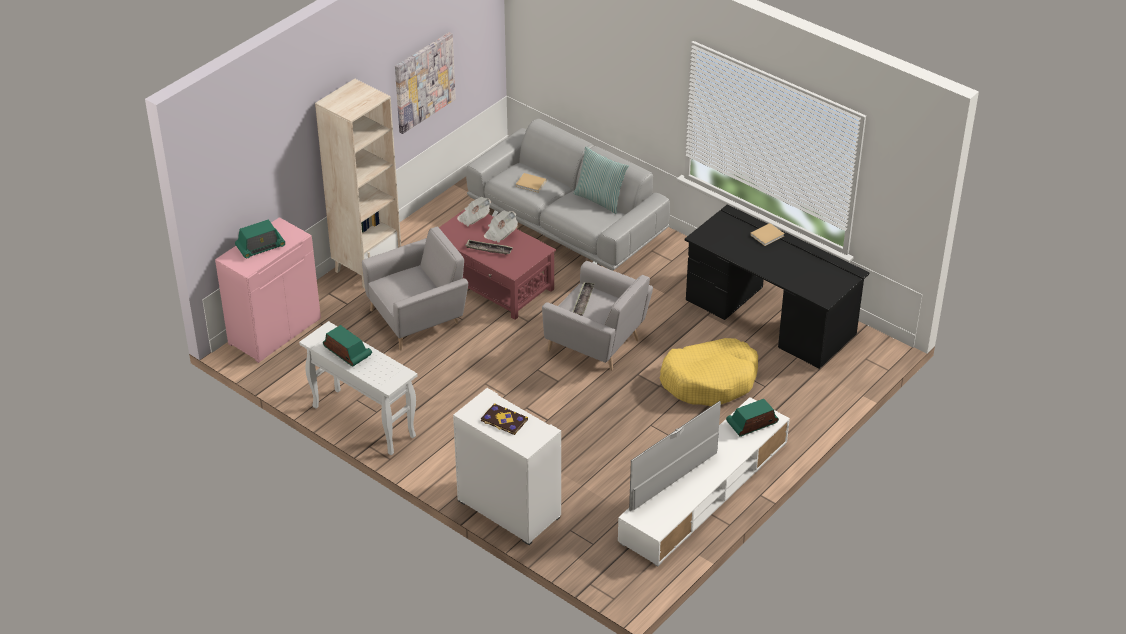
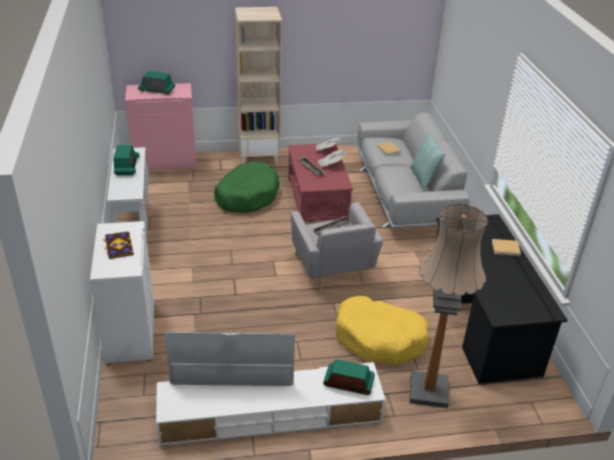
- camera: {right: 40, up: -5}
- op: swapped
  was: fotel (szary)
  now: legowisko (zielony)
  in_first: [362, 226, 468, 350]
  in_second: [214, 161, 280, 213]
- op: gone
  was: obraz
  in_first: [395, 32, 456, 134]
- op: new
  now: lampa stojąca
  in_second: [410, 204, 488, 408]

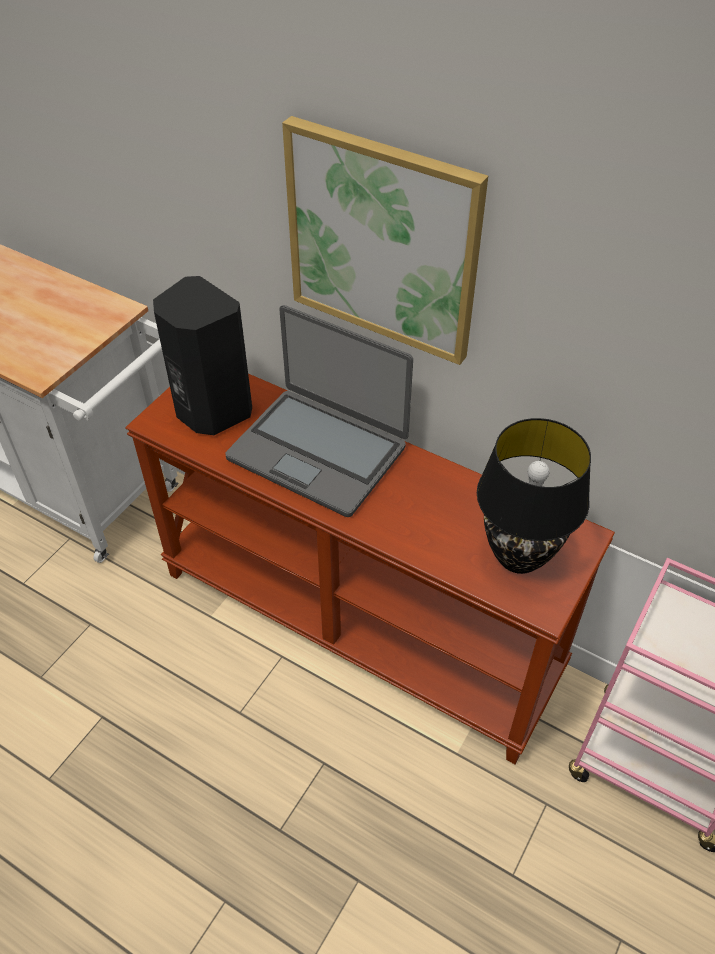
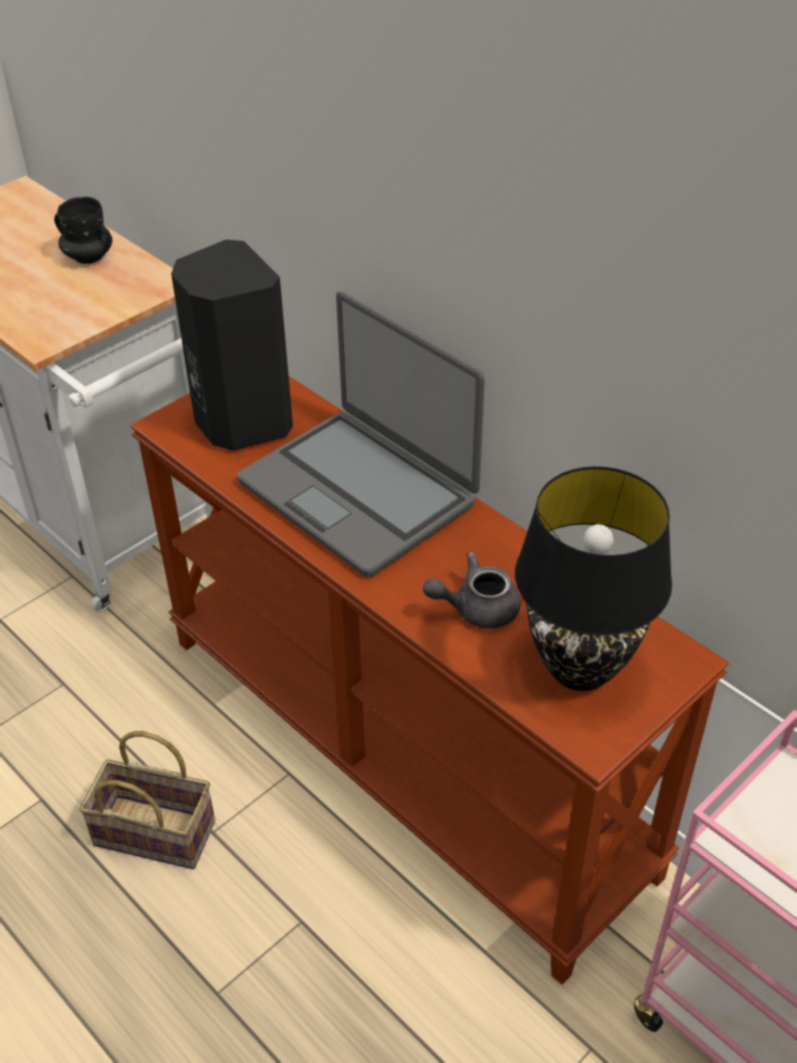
- camera: {right: 15, up: -5}
- op: gone
  was: obraz
  in_first: [282, 116, 488, 365]
- op: new
  now: kubek (czarny)
  in_second: [54, 197, 112, 264]
- op: new
  now: koszyk
  in_second: [79, 731, 215, 869]
- op: new
  now: imbryk (szary)
  in_second: [423, 552, 521, 629]

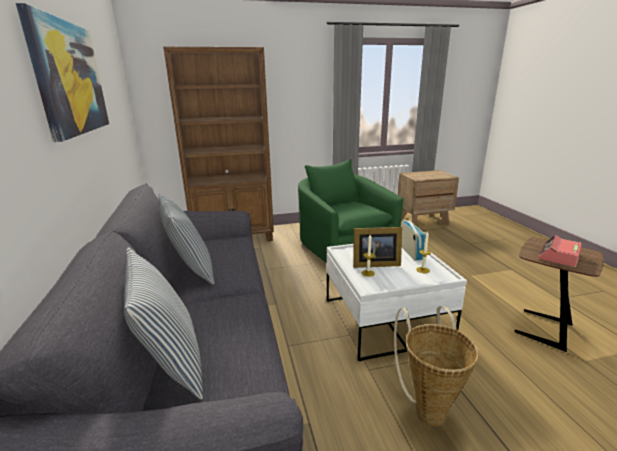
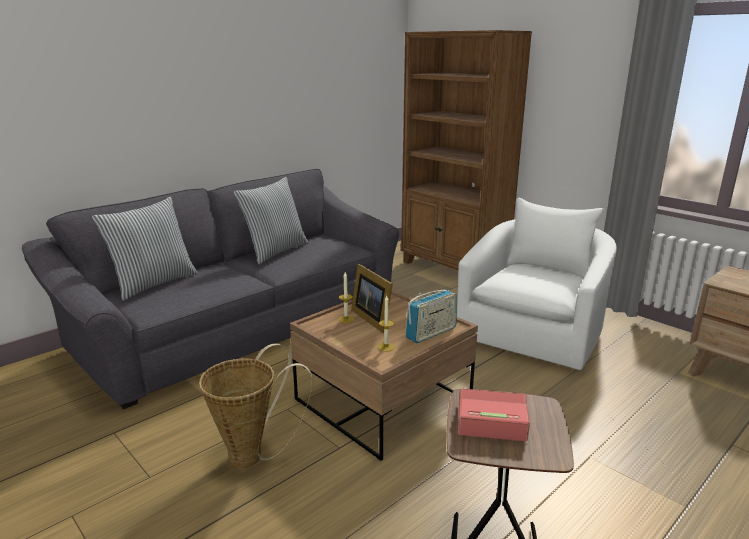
- camera: {right: 60, up: 0}
- op: gone
  was: obraz
  in_first: [16, 3, 109, 142]
- op: repainted
  was: fotel (zielony)
  now: fotel (biały)
  in_first: [298, 159, 404, 263]
  in_second: [457, 198, 617, 370]
- op: repainted
  was: ława (biały)
  now: ława (brązowy)
  in_first: [327, 244, 467, 361]
  in_second: [290, 290, 478, 461]

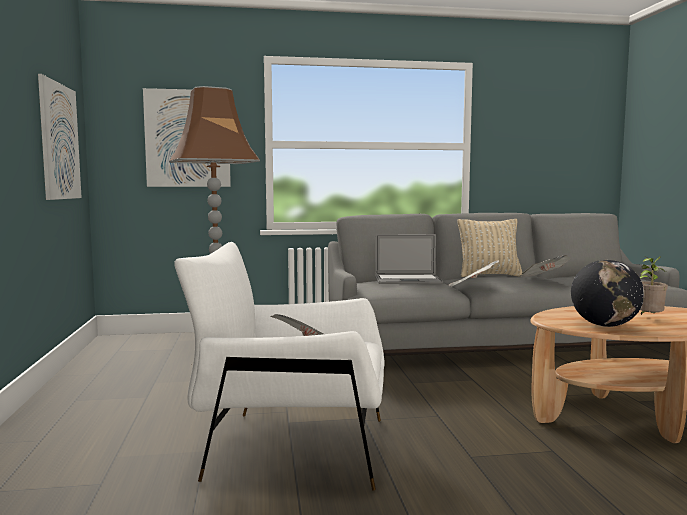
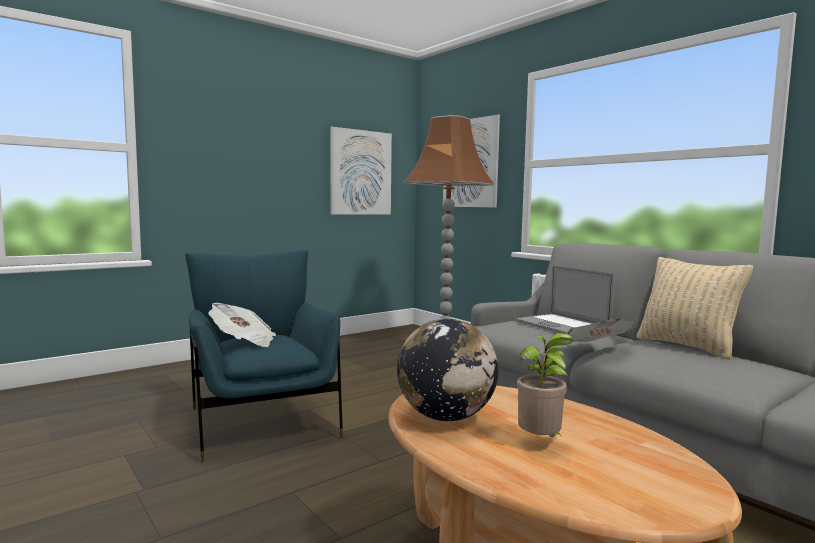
- camera: {right: 60, up: 0}
- op: repainted
  was: fotel (biały)
  now: fotel (niebieski)
  in_first: [174, 242, 385, 491]
  in_second: [185, 250, 343, 463]
- op: gone
  was: gazeta
  in_first: [519, 255, 571, 277]

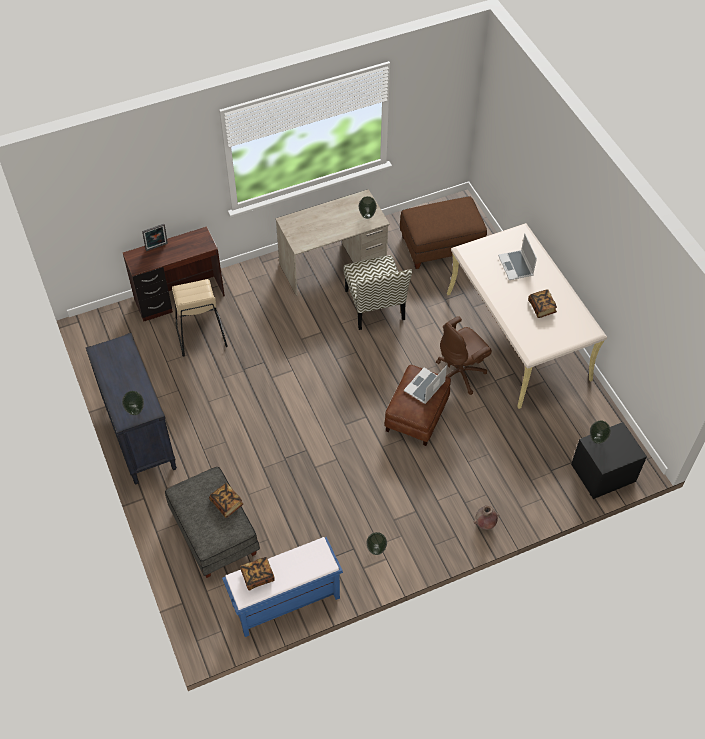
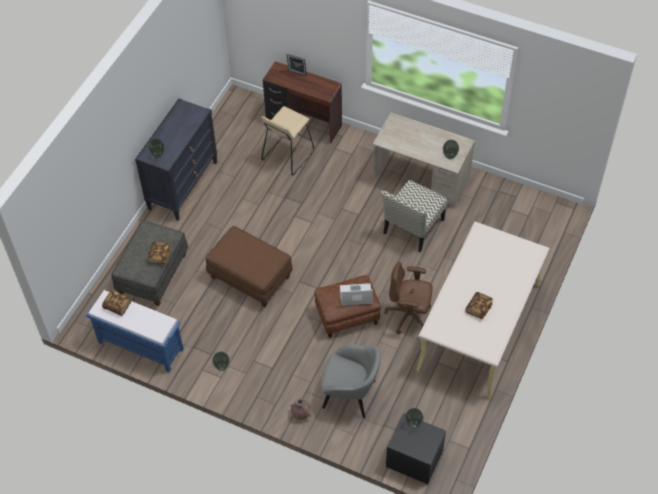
- camera: {right: 50, up: 0}
- op: shifted
  was: pufa (brązowy)
  in_first: [400, 197, 487, 269]
  in_second: [206, 226, 293, 307]
- op: gone
  was: laptop
  in_first: [498, 233, 537, 280]
- op: new
  now: fotel (szary)
  in_second: [321, 344, 381, 418]

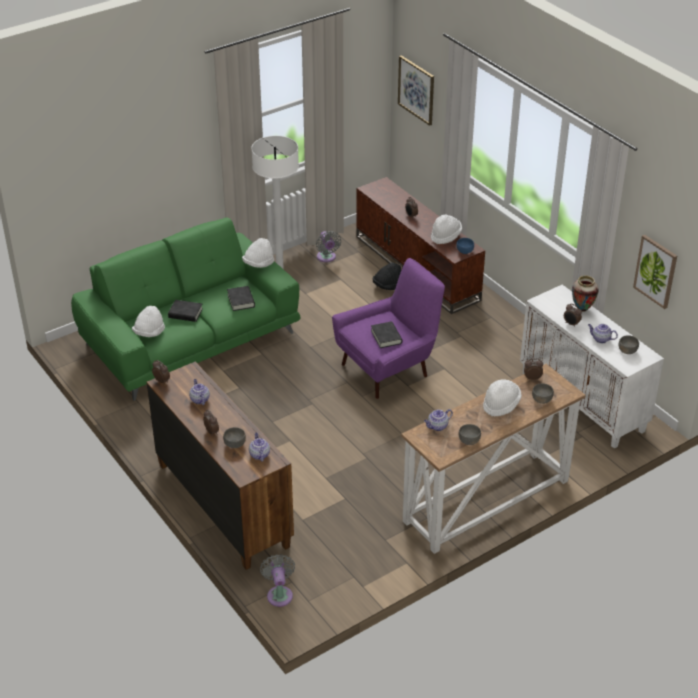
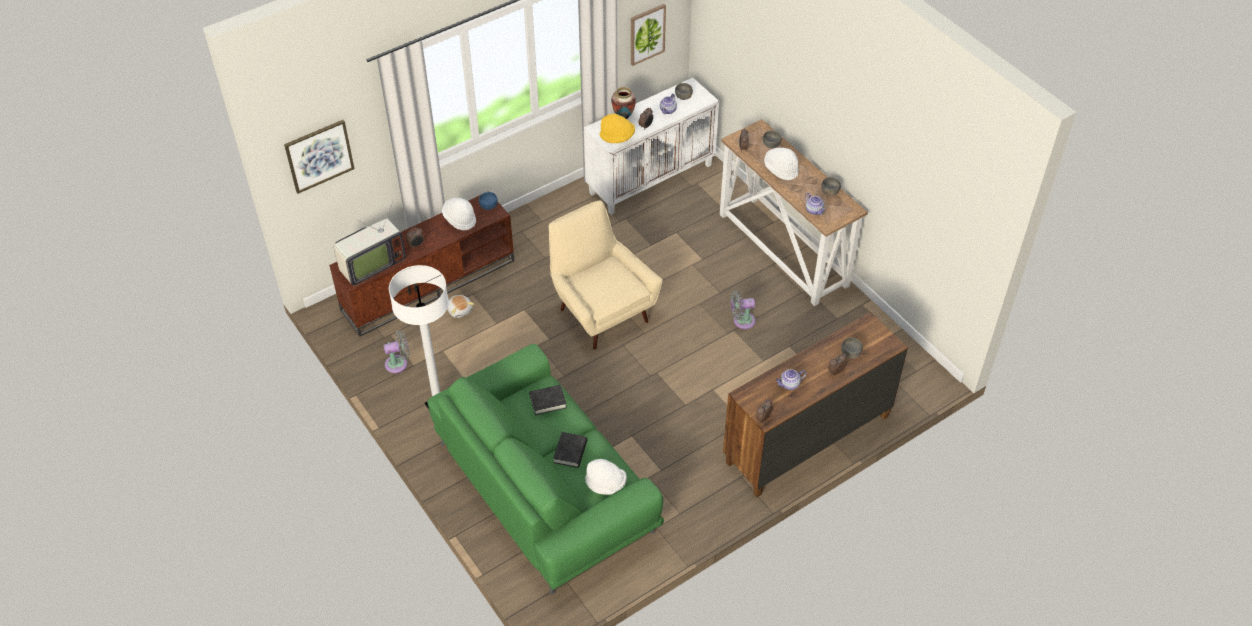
- camera: {right: -90, up: 10}
- op: gone
  was: kapelusz (biały)
  in_first: [242, 238, 274, 268]
- op: gone
  was: imbryk
  in_first: [249, 433, 270, 462]
- op: shifted
  was: wentylator (szary)
  in_first: [260, 554, 295, 607]
  in_second: [730, 290, 756, 329]
- op: repainted
  was: fotel (fioletowy)
  now: fotel (beżowy)
  in_first: [332, 258, 445, 399]
  in_second: [549, 200, 662, 350]
- op: gone
  was: książka (czarny)
  in_first: [371, 321, 402, 348]
- op: swapped
  was: kapelusz (czarny)
  now: pluszak
  in_first: [373, 263, 401, 290]
  in_second: [447, 295, 474, 318]
- op: new
  now: telewizor
  in_second: [334, 200, 406, 286]
- op: new
  now: kapelusz (żółty)
  in_second: [599, 114, 635, 143]

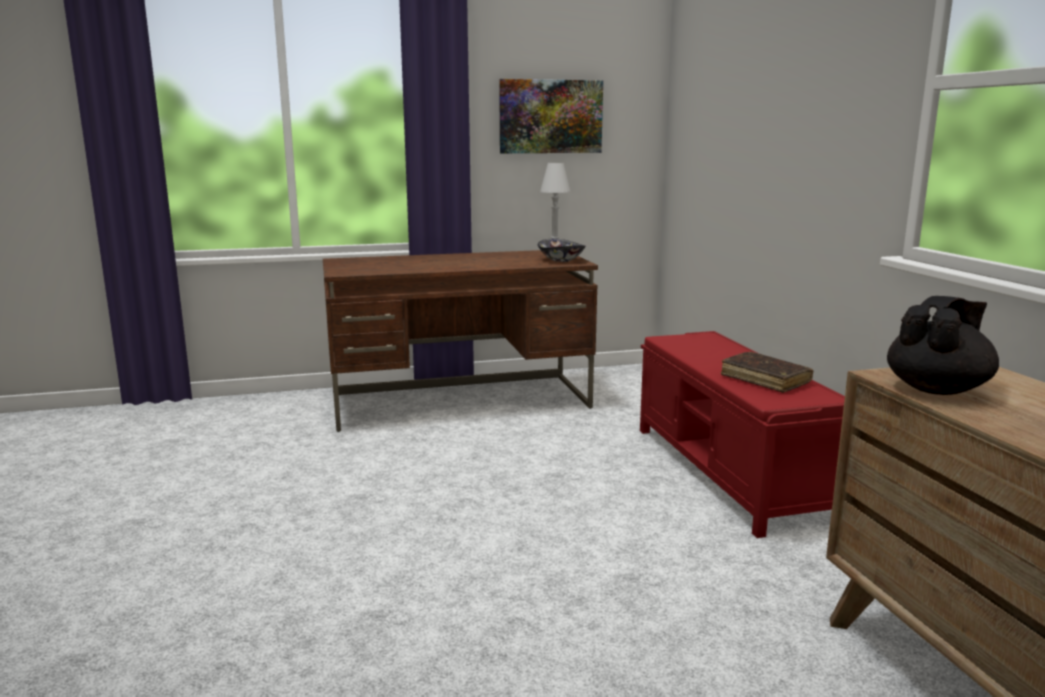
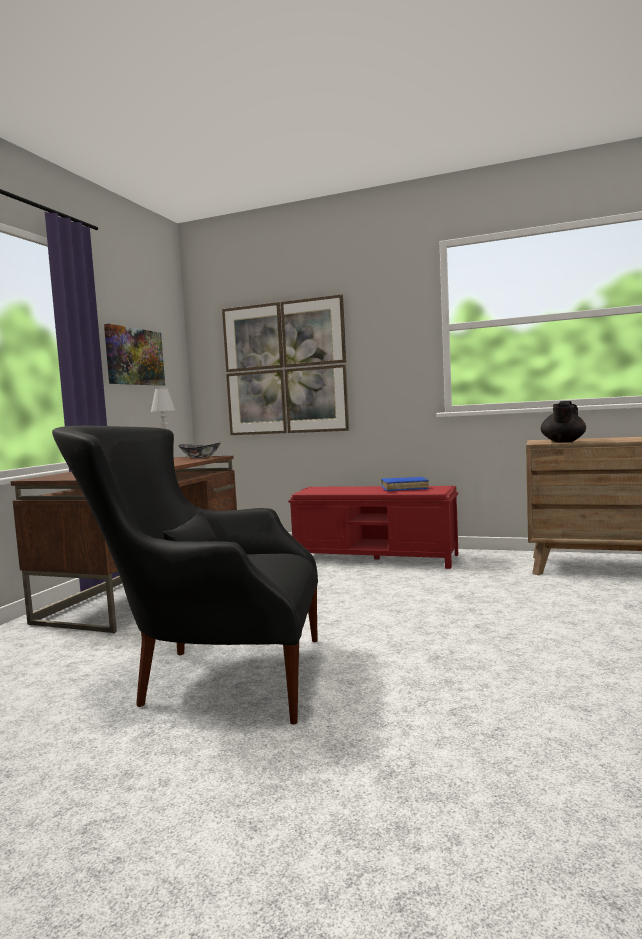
- camera: {right: -55, up: -10}
- op: repainted
  was: książka (brązowy)
  now: książka (niebieski)
  in_first: [721, 352, 813, 393]
  in_second: [381, 477, 429, 491]
- op: rotated
  was: imbryk (czarny)
  in_first: [887, 296, 999, 395]
  in_second: [541, 401, 586, 442]
  clockwise: -150
- op: new
  now: fotel (czarny)
  in_second: [52, 426, 318, 724]
- op: new
  now: obraz
  in_second: [222, 294, 349, 435]

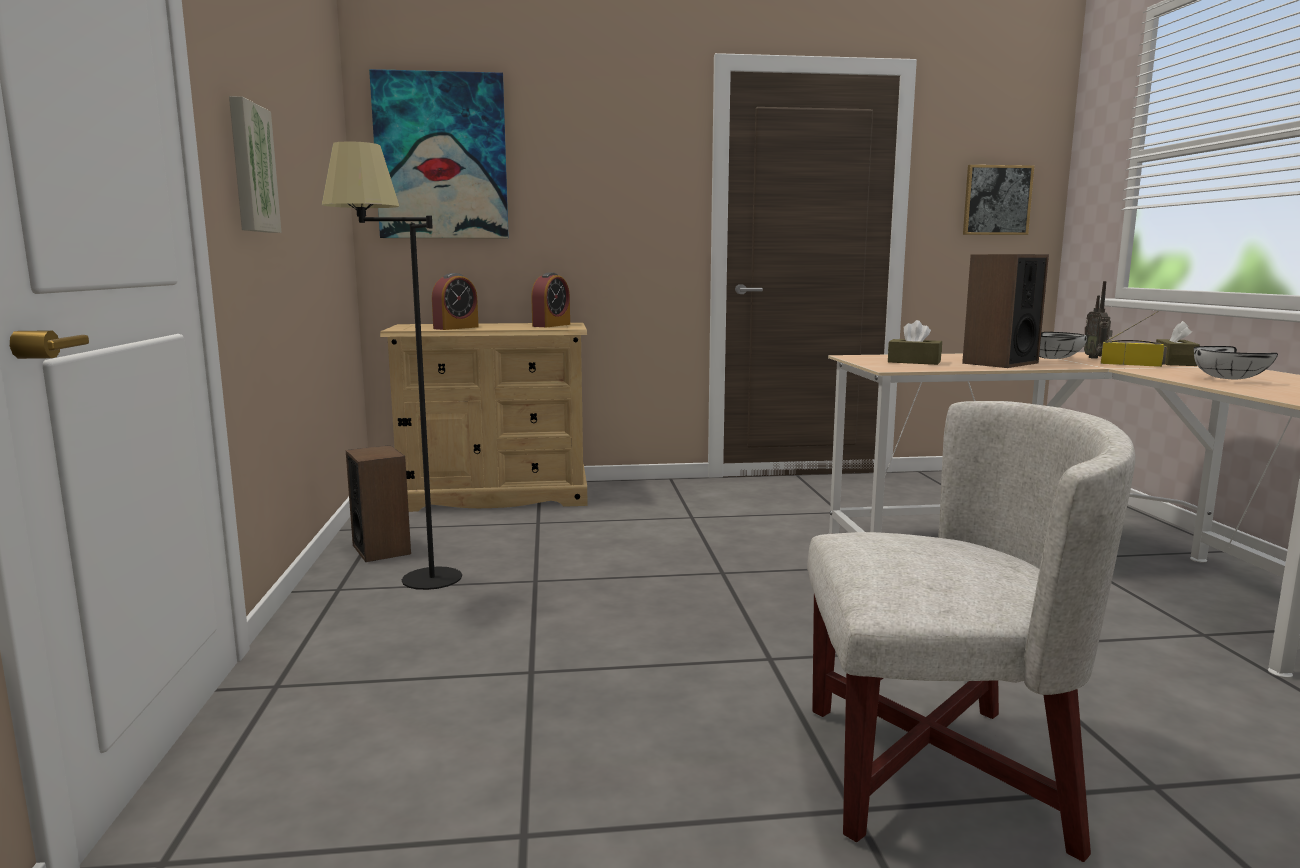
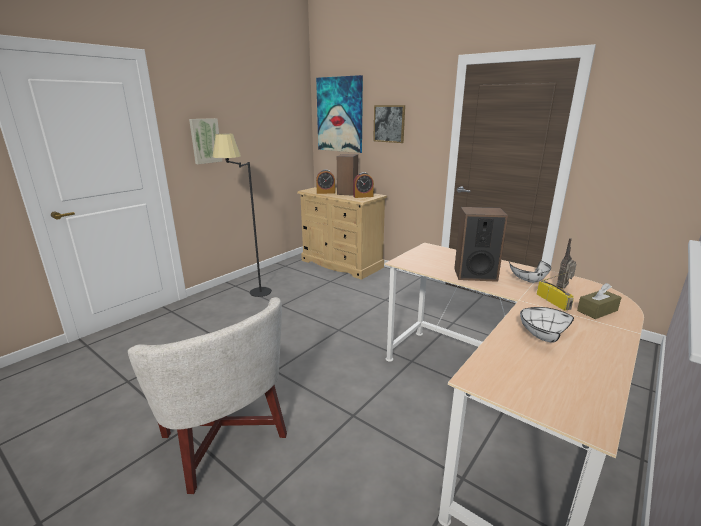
- camera: {right: 45, up: 10}
- op: shifted
  was: głośnik
  in_first: [346, 445, 411, 562]
  in_second: [337, 154, 358, 196]
- op: gone
  was: pudełko chusteczek (brązowy)
  in_first: [888, 320, 942, 365]
- op: shifted
  was: obraz
  in_first: [963, 165, 1034, 235]
  in_second: [373, 105, 405, 143]

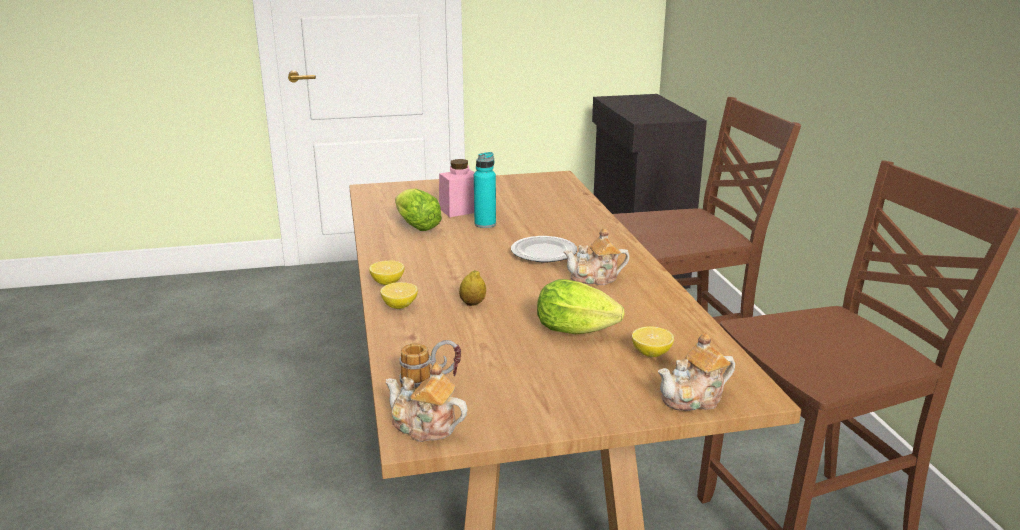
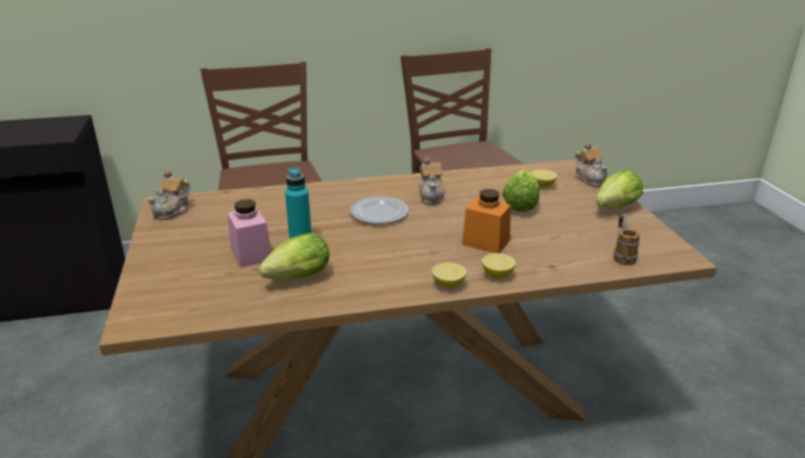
- camera: {right: -90, up: 5}
- op: shifted
  was: imbryk
  in_first: [386, 363, 468, 442]
  in_second: [147, 170, 190, 220]
- op: swapped
  was: cytryna
  now: słoik (pomarańczowy)
  in_first: [459, 270, 486, 306]
  in_second: [462, 189, 511, 253]
- op: new
  now: sałata
  in_second: [596, 170, 643, 209]

